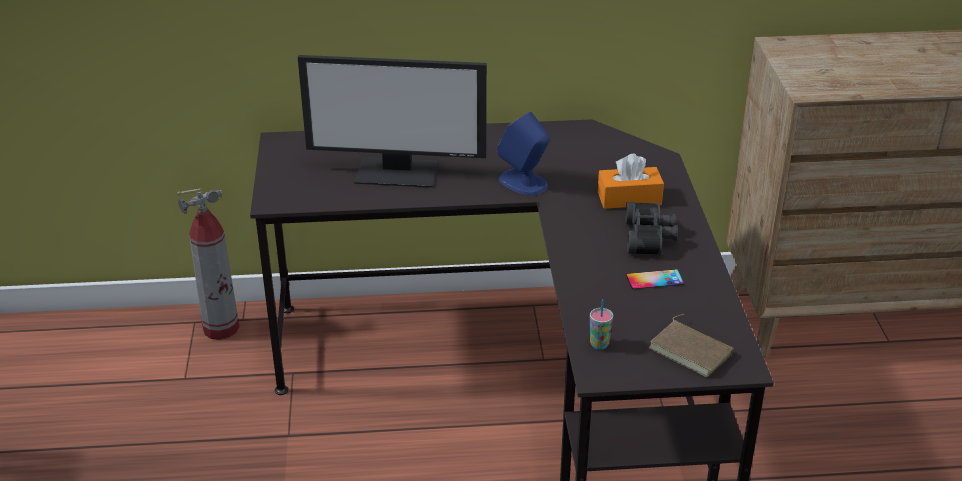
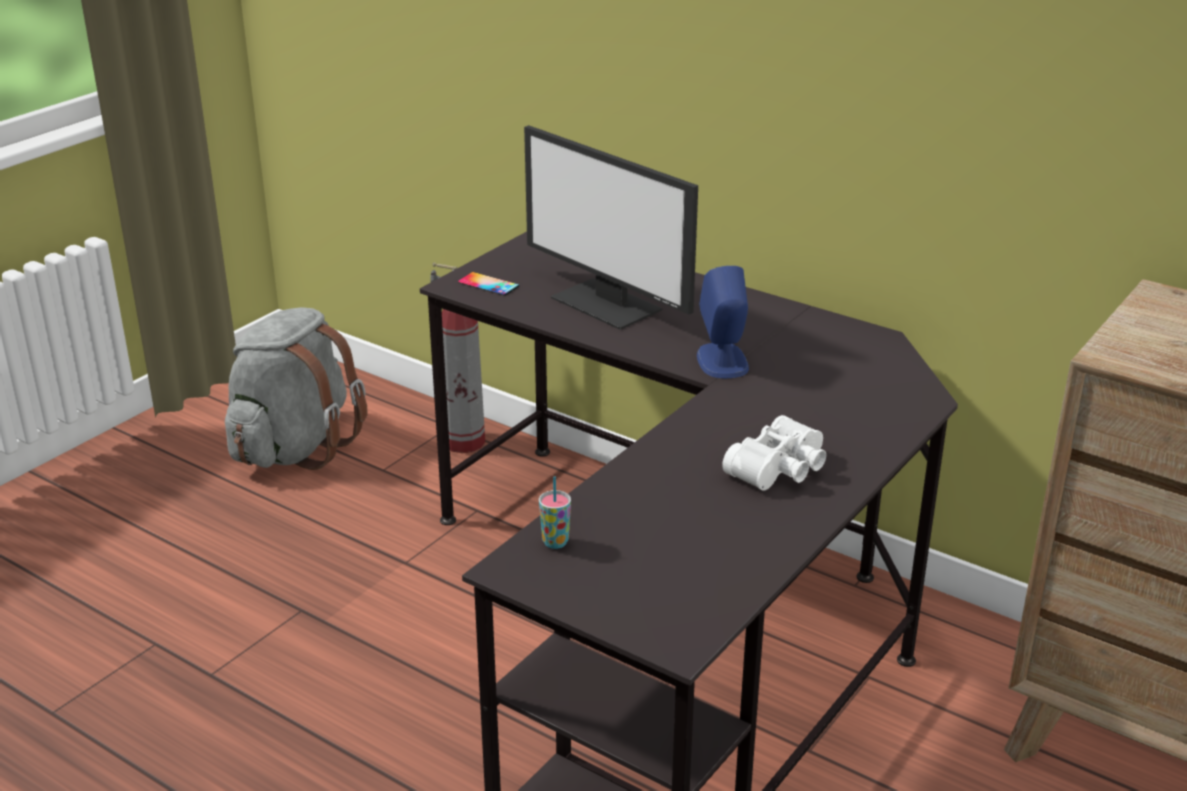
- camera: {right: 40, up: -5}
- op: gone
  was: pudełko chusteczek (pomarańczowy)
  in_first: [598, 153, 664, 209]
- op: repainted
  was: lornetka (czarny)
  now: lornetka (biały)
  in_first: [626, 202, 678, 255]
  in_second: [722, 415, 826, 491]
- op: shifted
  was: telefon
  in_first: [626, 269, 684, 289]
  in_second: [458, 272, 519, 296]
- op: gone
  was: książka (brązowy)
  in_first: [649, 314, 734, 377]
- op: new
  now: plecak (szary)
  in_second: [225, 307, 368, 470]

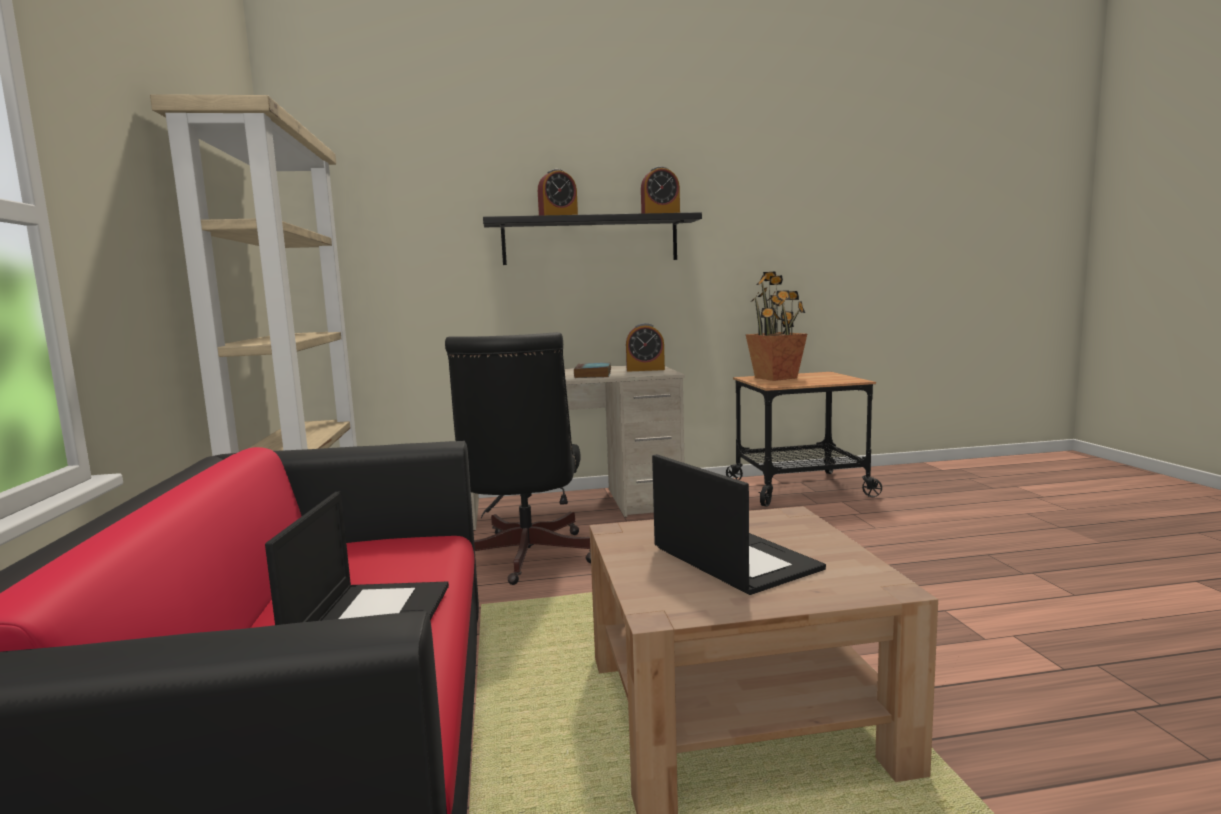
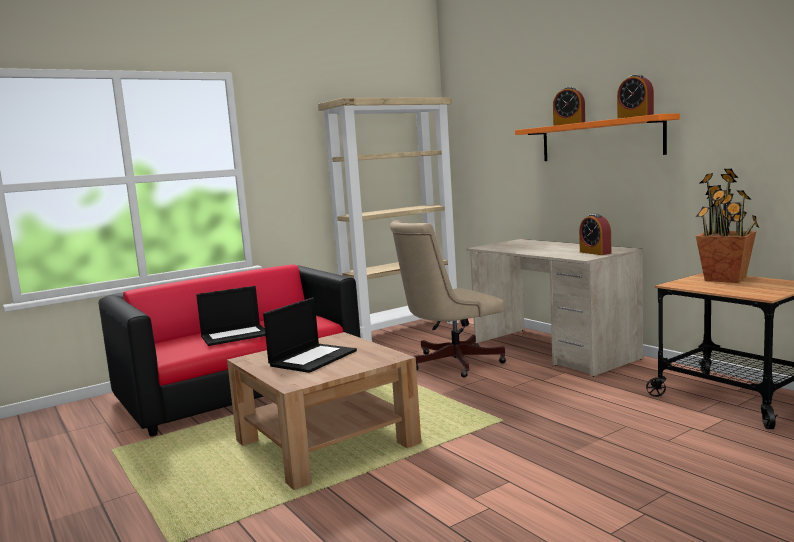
- camera: {right: 65, up: 0}
- op: repainted
  was: krzesło biurowe (czarny)
  now: krzesło biurowe (beżowy)
  in_first: [445, 332, 591, 585]
  in_second: [390, 220, 506, 378]
- op: repainted
  was: półka (czarny)
  now: półka (pomarańczowy)
  in_first: [483, 212, 702, 265]
  in_second: [515, 113, 680, 161]
- op: gone
  was: książka
  in_first: [574, 363, 611, 378]

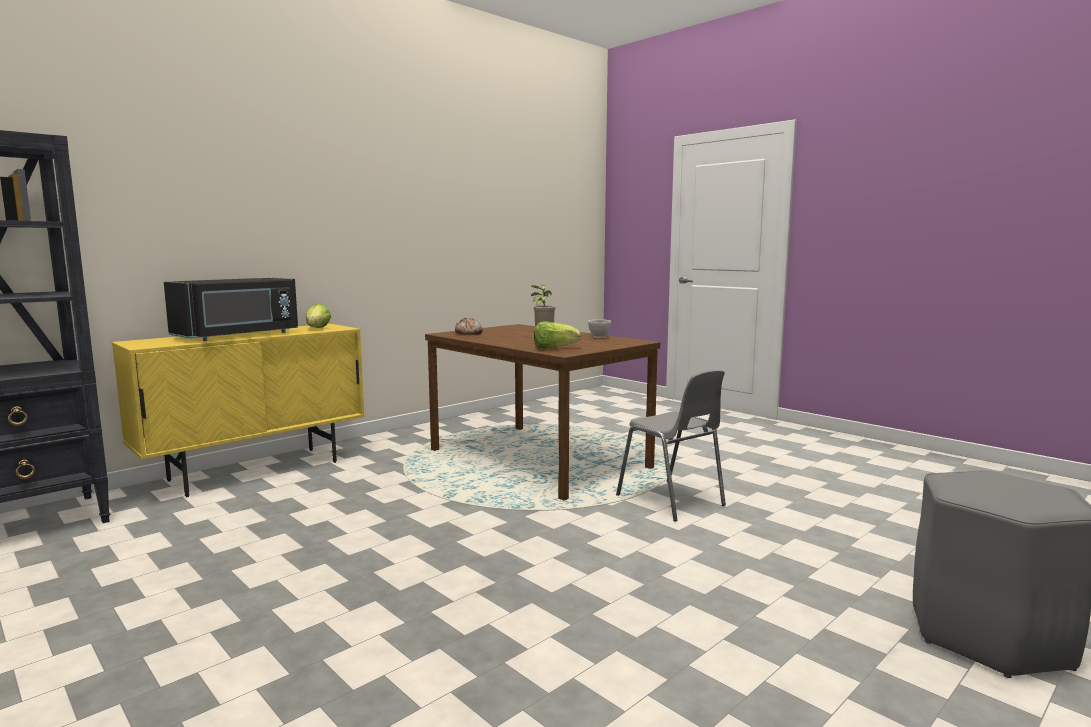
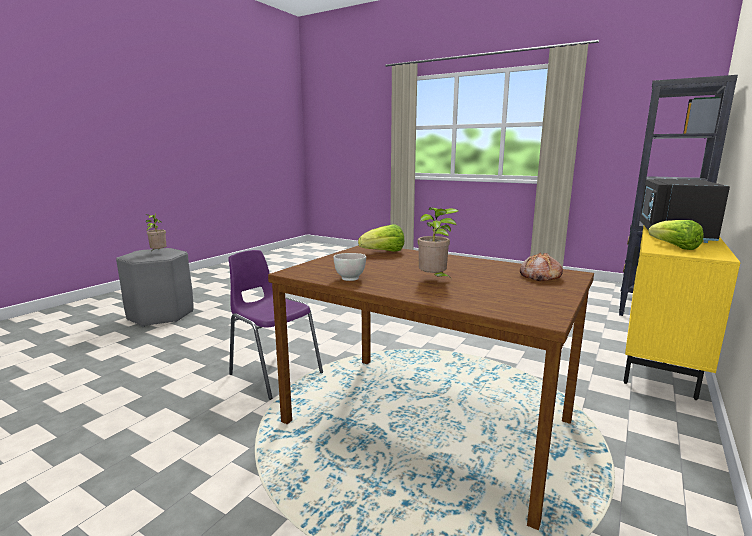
- camera: {right: 165, up: 5}
- op: repainted
  was: krzesło (szary)
  now: krzesło (fioletowy)
  in_first: [616, 370, 726, 522]
  in_second: [228, 250, 323, 400]
- op: new
  now: roślina doniczkowa
  in_second: [146, 214, 166, 252]

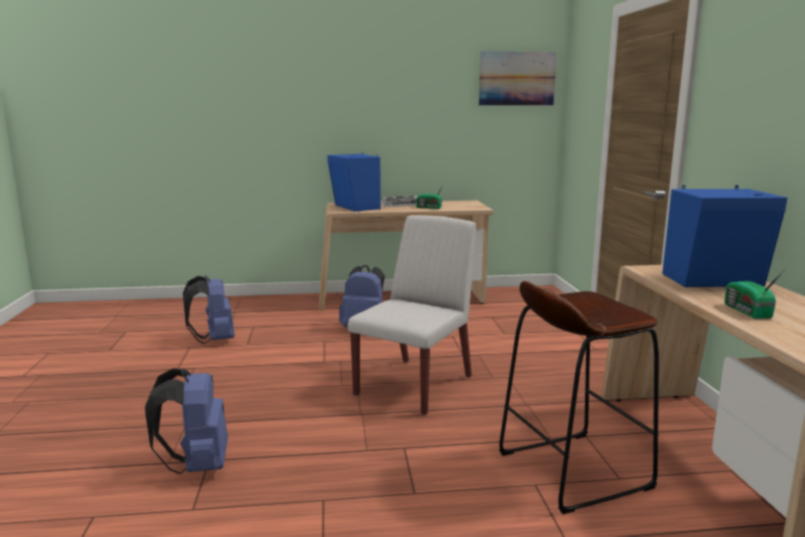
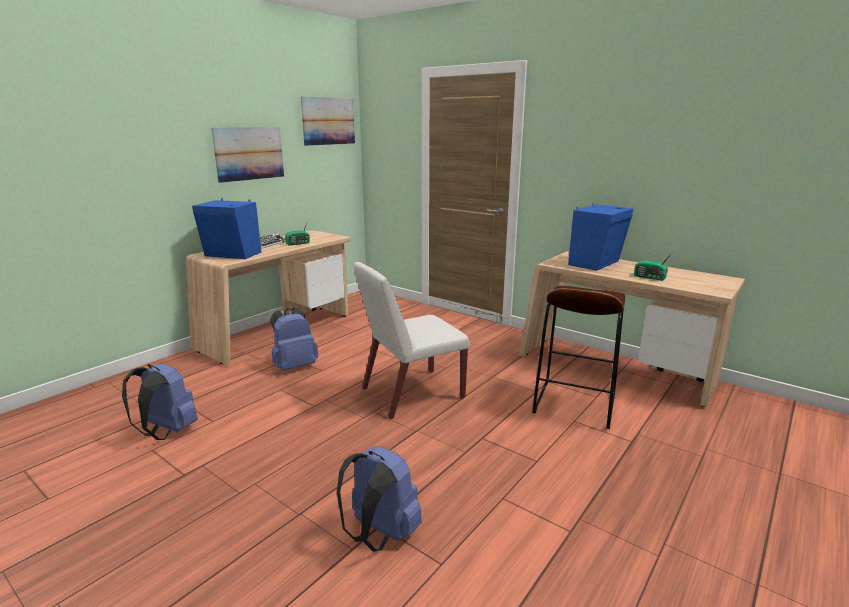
- camera: {right: -45, up: 5}
- op: rotated
  was: krzesło (biały)
  in_first: [348, 215, 476, 415]
  in_second: [353, 262, 470, 419]
  clockwise: -105
- op: new
  now: obraz
  in_second: [211, 127, 284, 183]

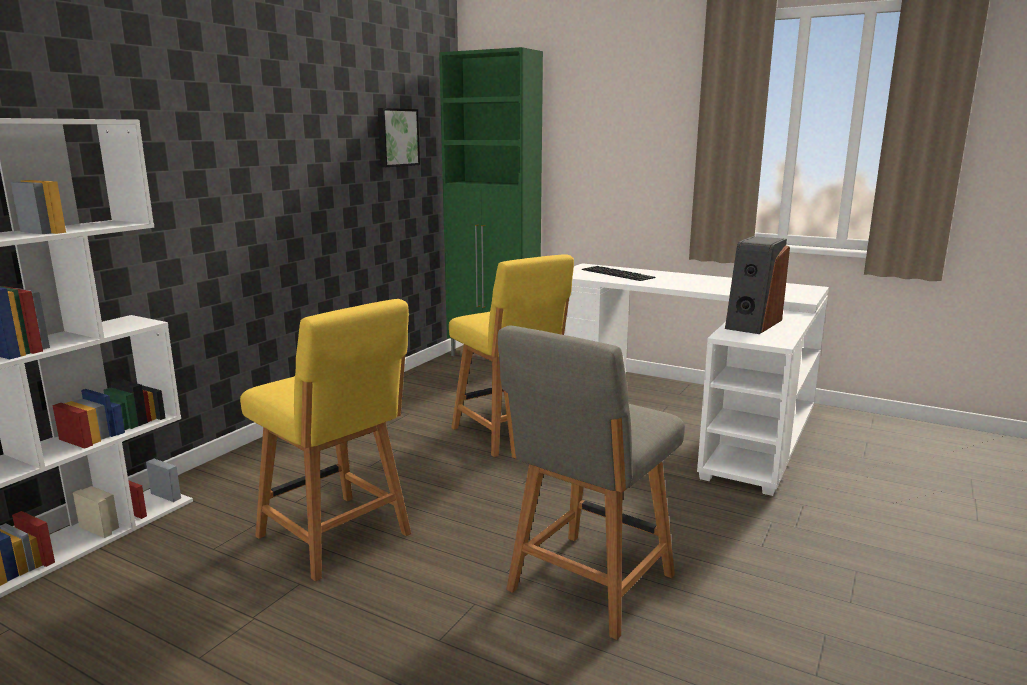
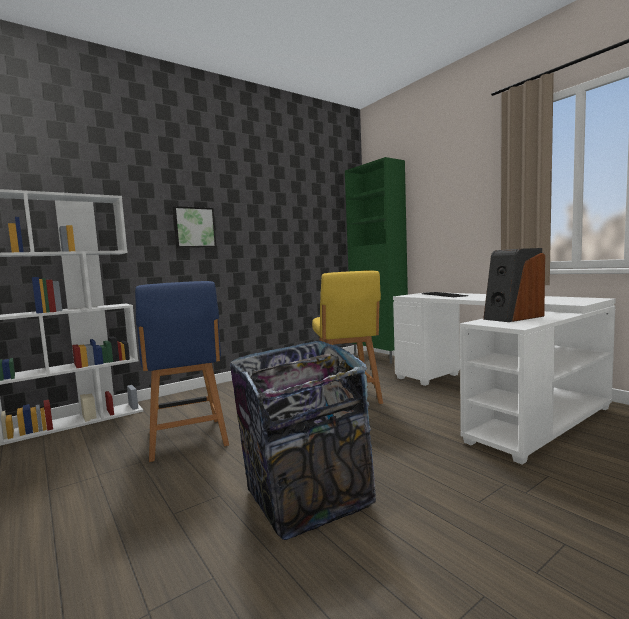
- camera: {right: 25, up: -10}
- op: repainted
  was: krzesło (żółty)
  now: krzesło (niebieski)
  in_first: [240, 299, 411, 581]
  in_second: [135, 281, 229, 462]
- op: shifted
  was: obraz
  in_first: [378, 108, 420, 167]
  in_second: [173, 206, 216, 248]
- op: swapped
  was: krzesło (szary)
  now: kosz na śmieci
  in_first: [498, 326, 685, 640]
  in_second: [230, 341, 376, 540]

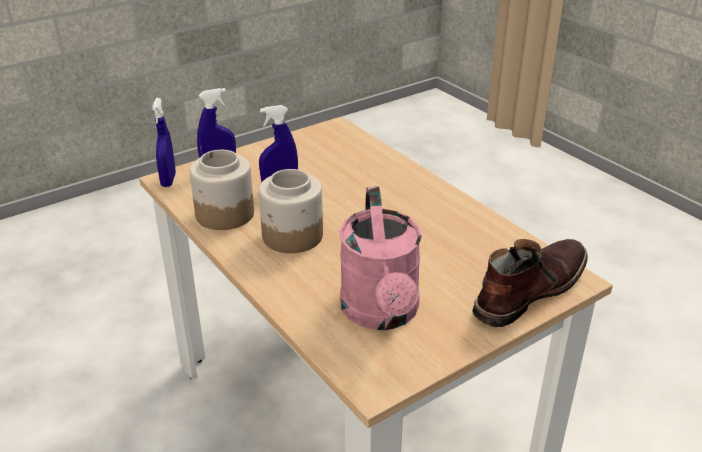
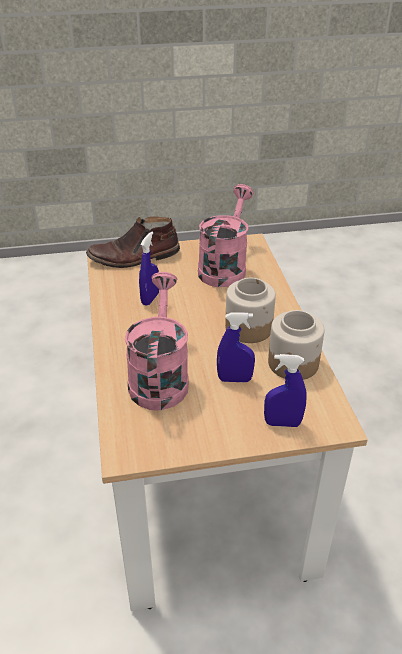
- camera: {right: -155, up: 5}
- op: shifted
  was: spryskiwacz (niebieski)
  in_first: [152, 98, 176, 187]
  in_second: [139, 231, 159, 306]
- op: new
  now: konewka (różowy)
  in_second: [125, 272, 189, 410]

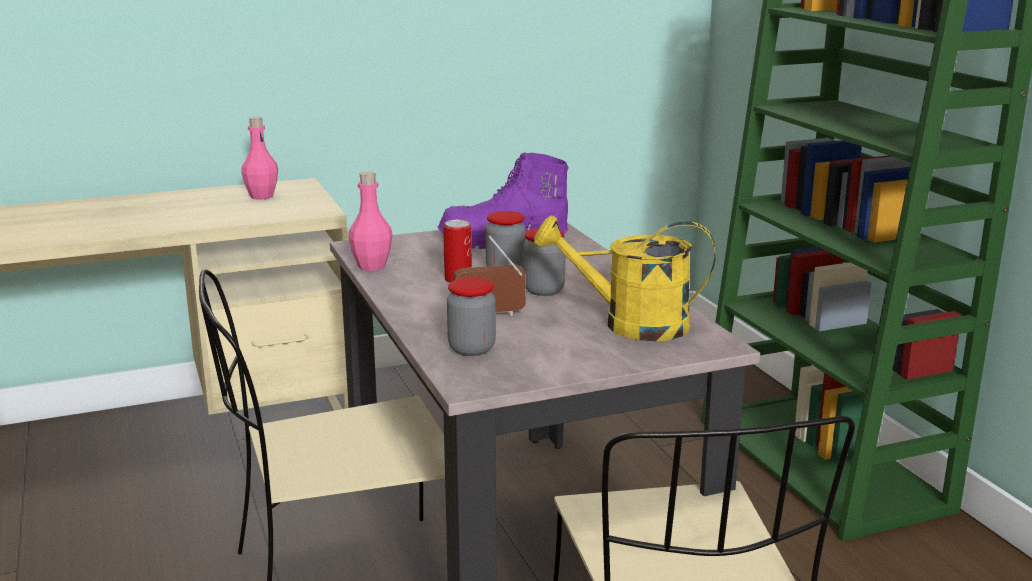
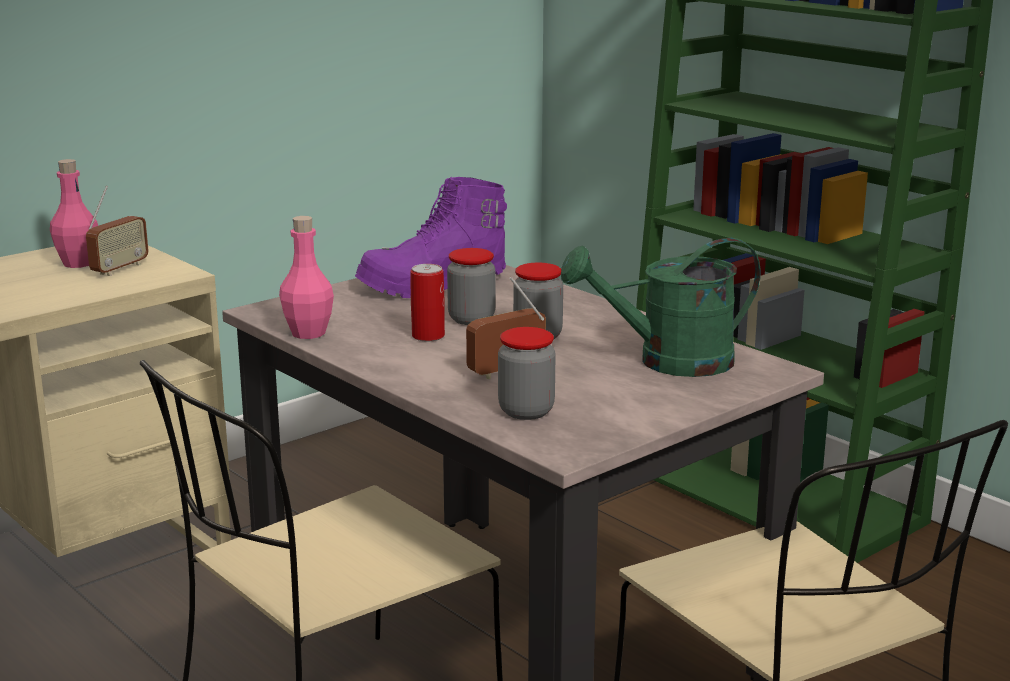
- camera: {right: -20, up: 0}
- op: repainted
  was: konewka (żółty)
  now: konewka (zielony)
  in_first: [534, 215, 716, 341]
  in_second: [561, 238, 761, 377]
- op: new
  now: radio
  in_second: [86, 186, 149, 276]

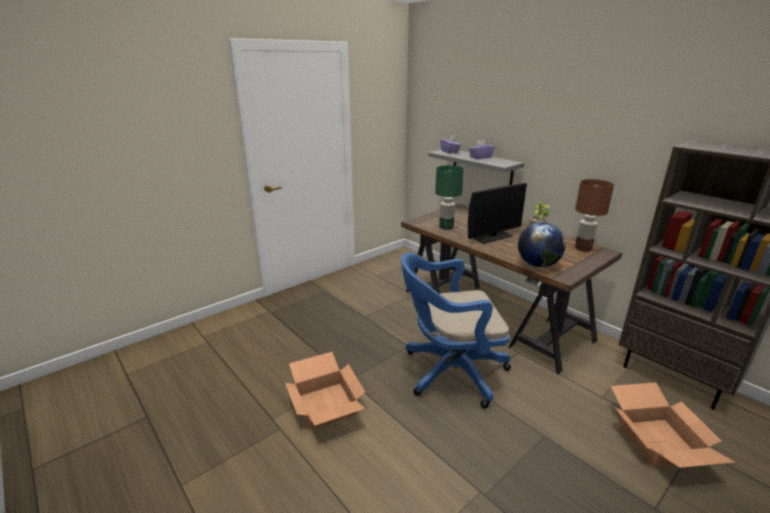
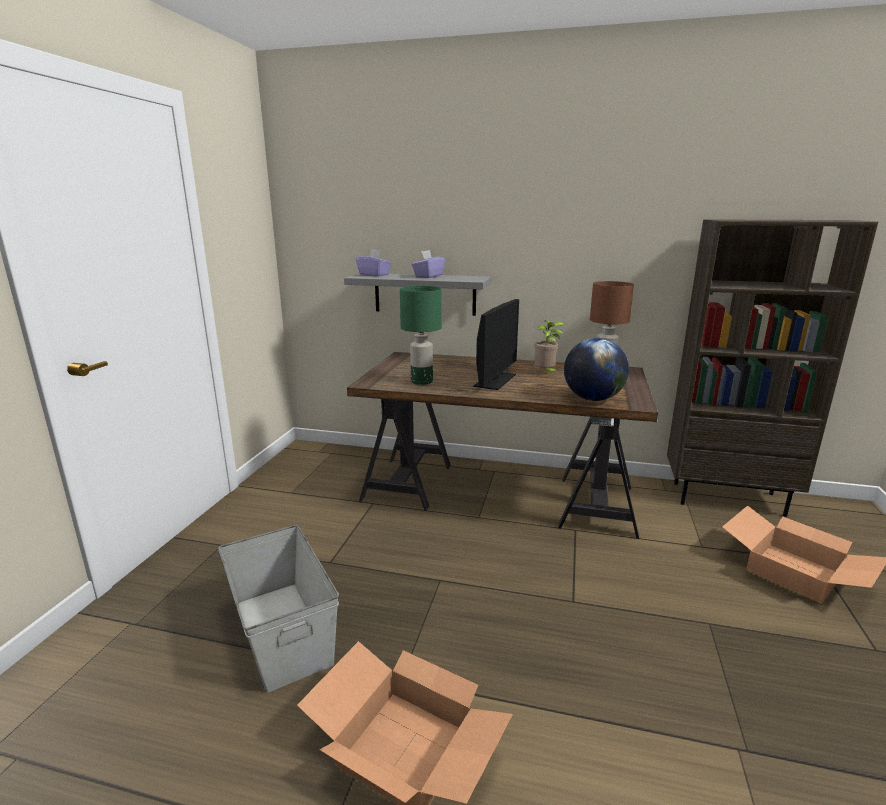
- camera: {right: -35, up: -5}
- op: gone
  was: krzesło biurowe (niebieski)
  in_first: [401, 253, 511, 409]
- op: new
  now: pojemnik do przechowywania (szary)
  in_second: [218, 525, 339, 693]

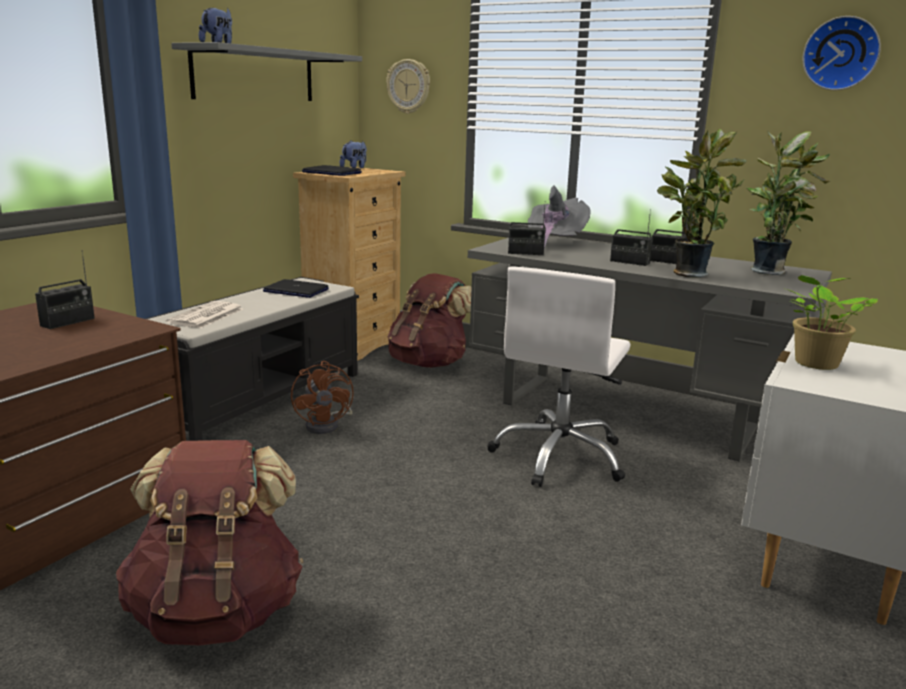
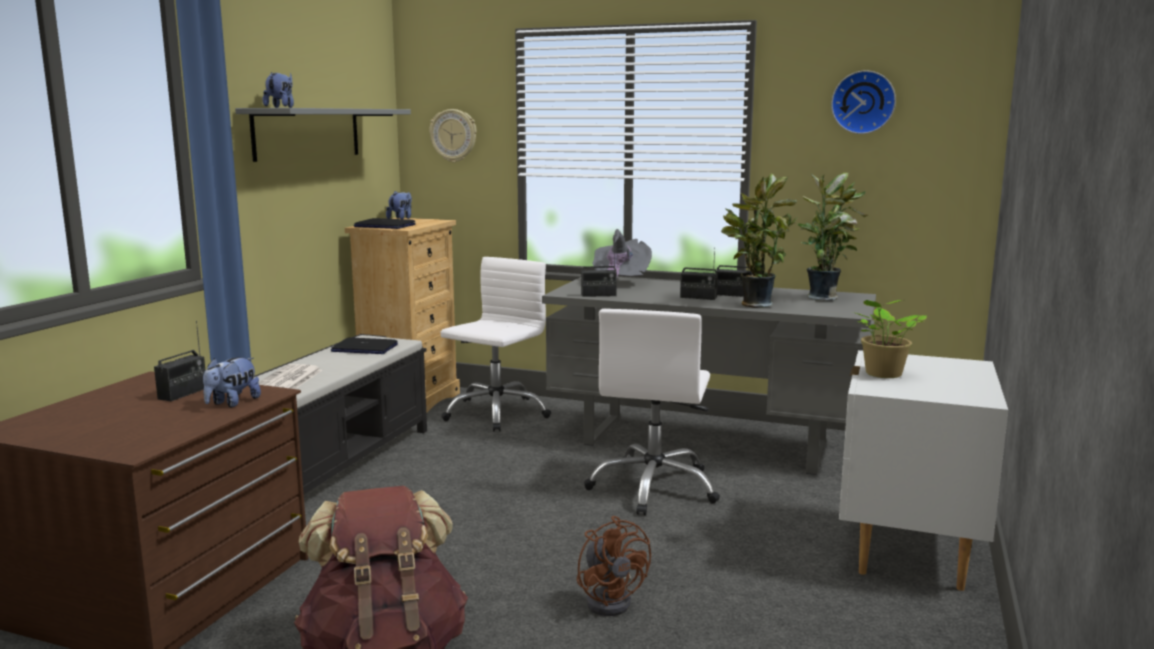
- camera: {right: -10, up: -5}
- op: shifted
  was: wentylator (brązowy)
  in_first: [291, 361, 354, 434]
  in_second: [577, 516, 651, 616]
- op: swapped
  was: plecak (brązowy)
  now: krzesło biurowe (biały)
  in_first: [388, 273, 471, 368]
  in_second: [440, 257, 551, 432]
- op: new
  now: pluszak
  in_second: [203, 357, 261, 407]

